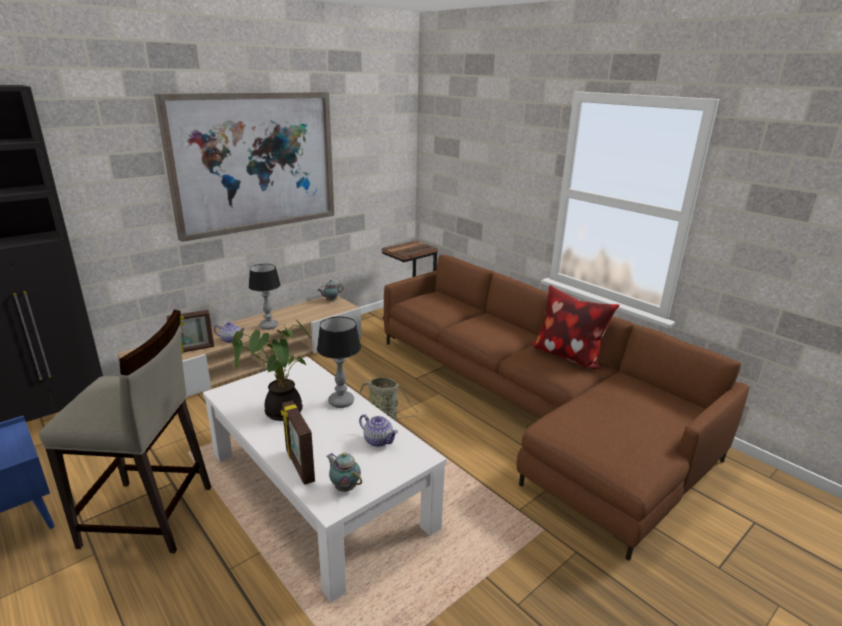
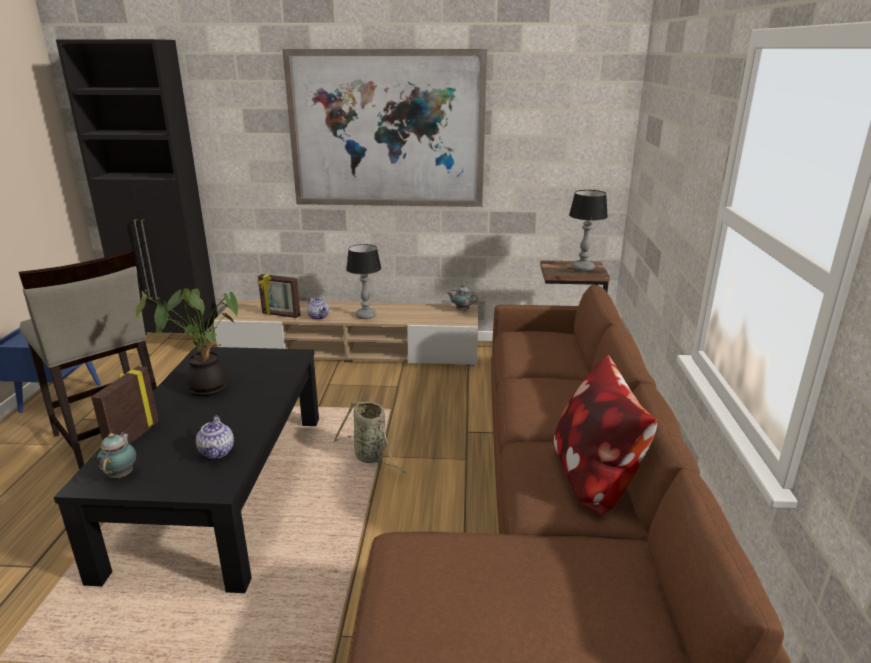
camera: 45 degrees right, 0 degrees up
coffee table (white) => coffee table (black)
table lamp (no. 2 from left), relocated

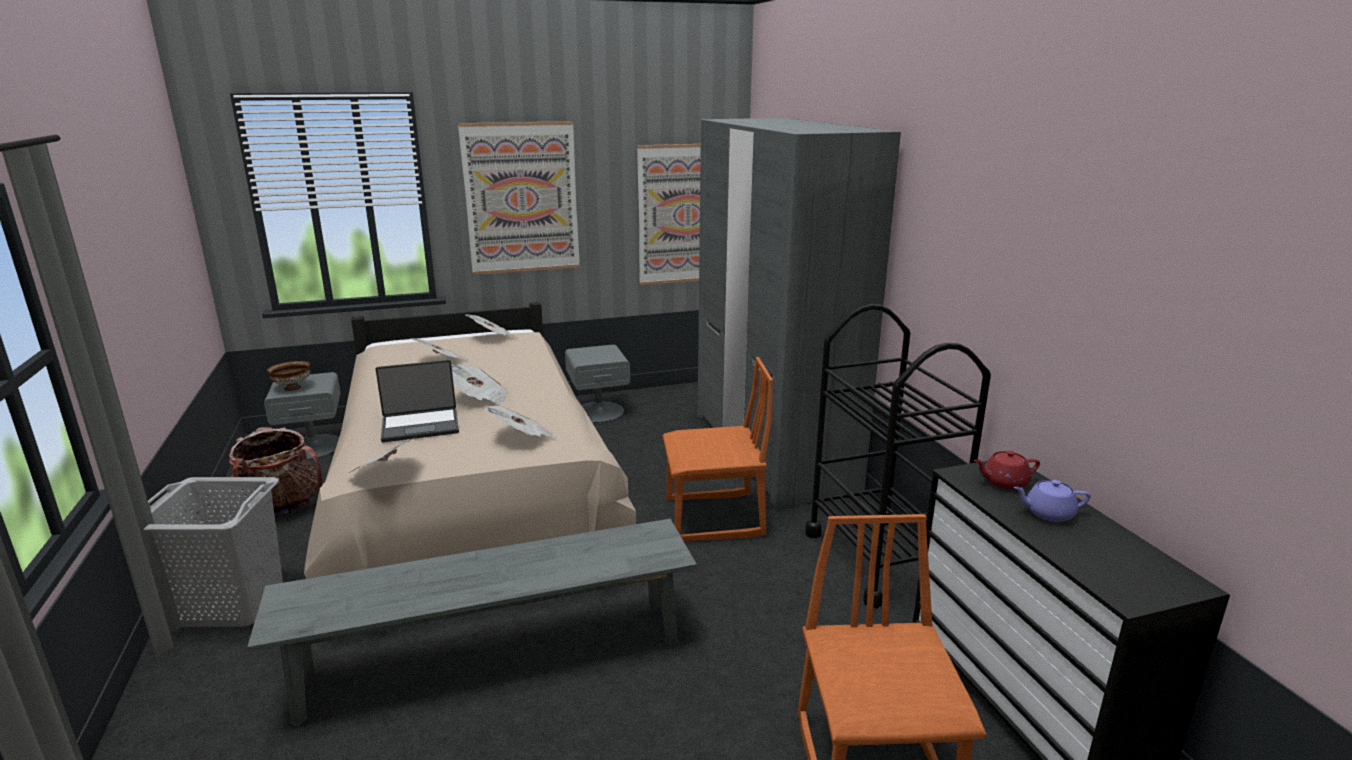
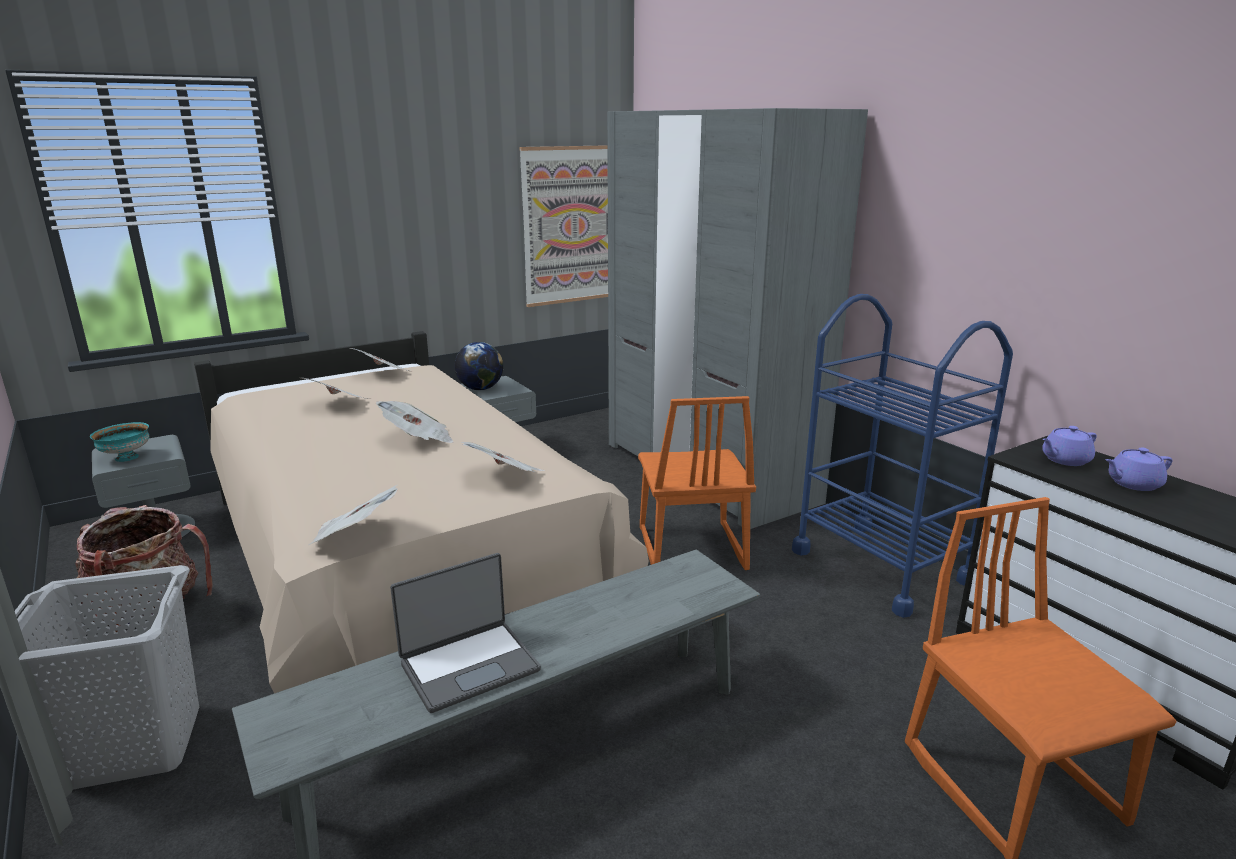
camera: 15 degrees left, 0 degrees up
bowl (brown) => bowl (turquoise)
laptop, relocated
picture (no. 1 from left) => nothing
chair (orange) (no. 1 from left), 105 degrees clockwise
cart (black) => cart (blue)
teapot (red) => teapot (purple) (no. 1 from left)
nothing => globe

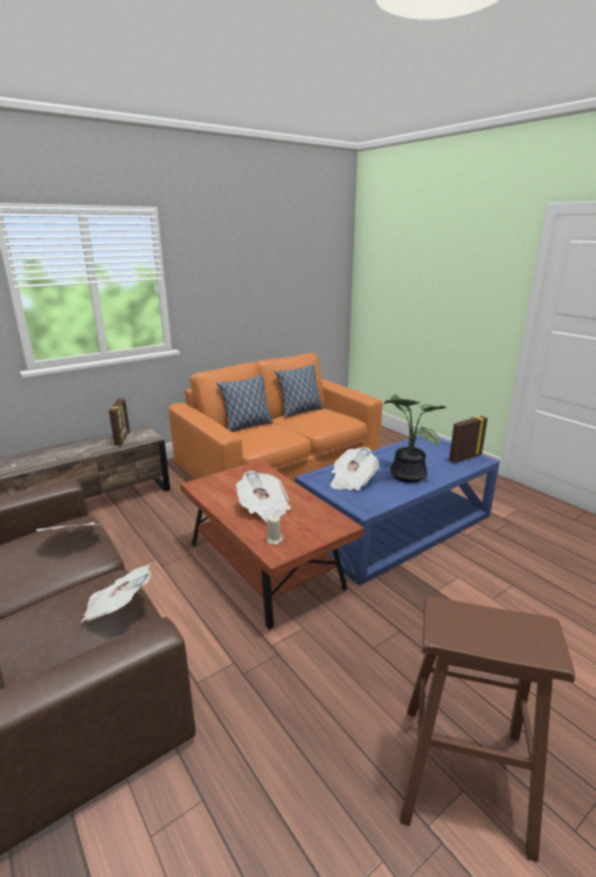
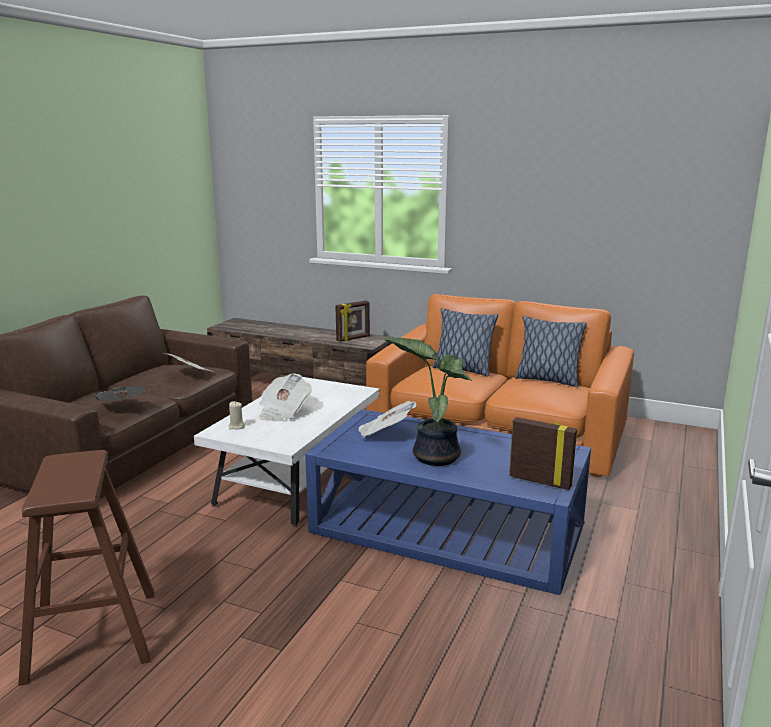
camera: 60 degrees right, 5 degrees down
coffee table (brown) => coffee table (white)

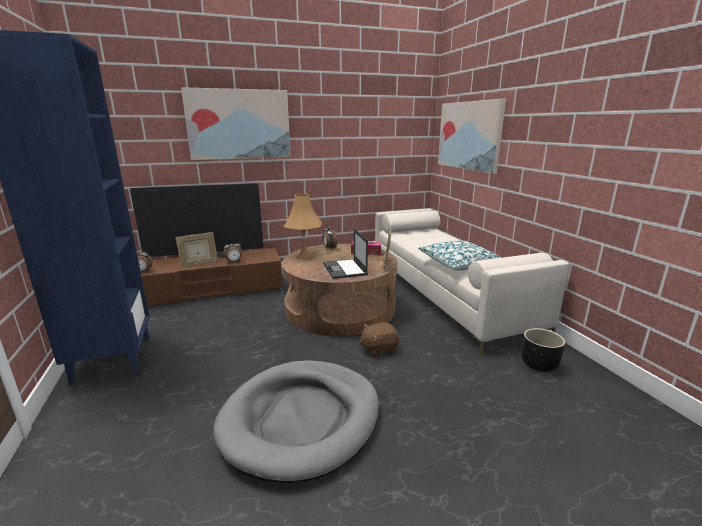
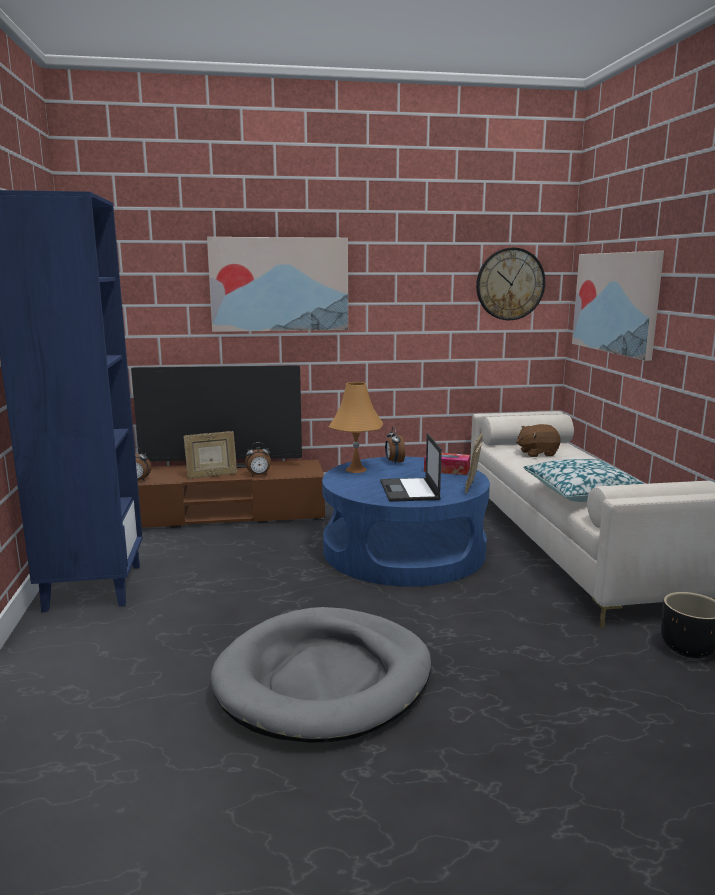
camera: 10 degrees right, 5 degrees down
coffee table (brown) => coffee table (blue)
plush toy (brown), relocated
nothing => wall clock

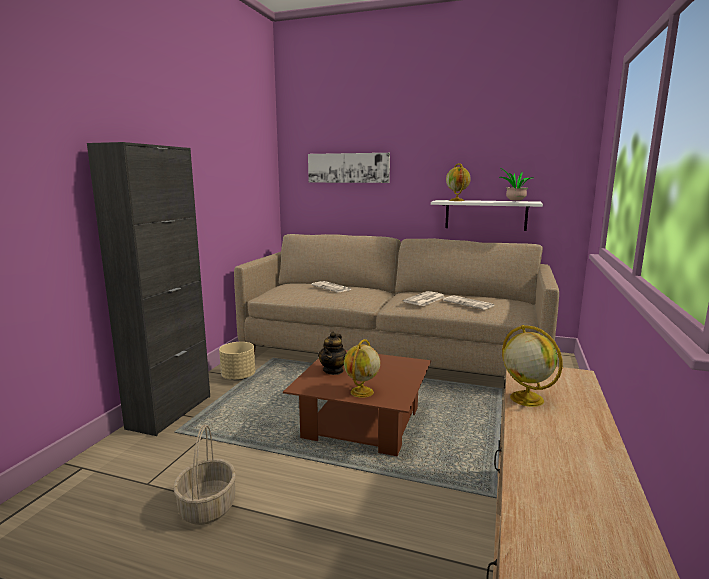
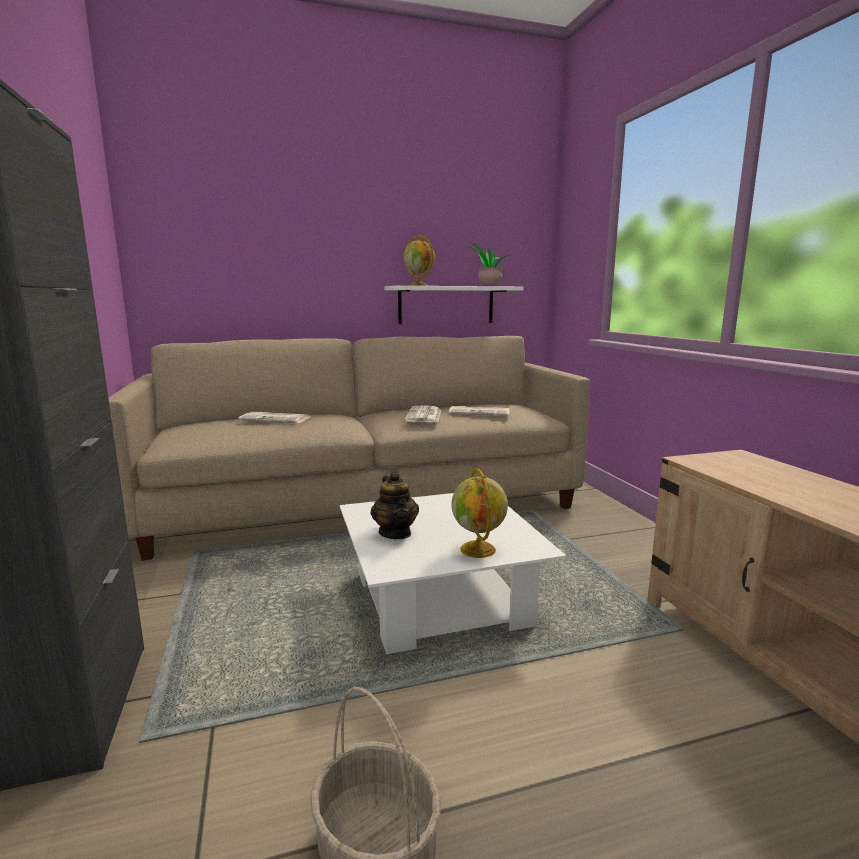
camera: 35 degrees left, 0 degrees up
planter (beige) => nothing
coffee table (brown) => coffee table (white)
picture => nothing
globe (no. 3 from left) => nothing

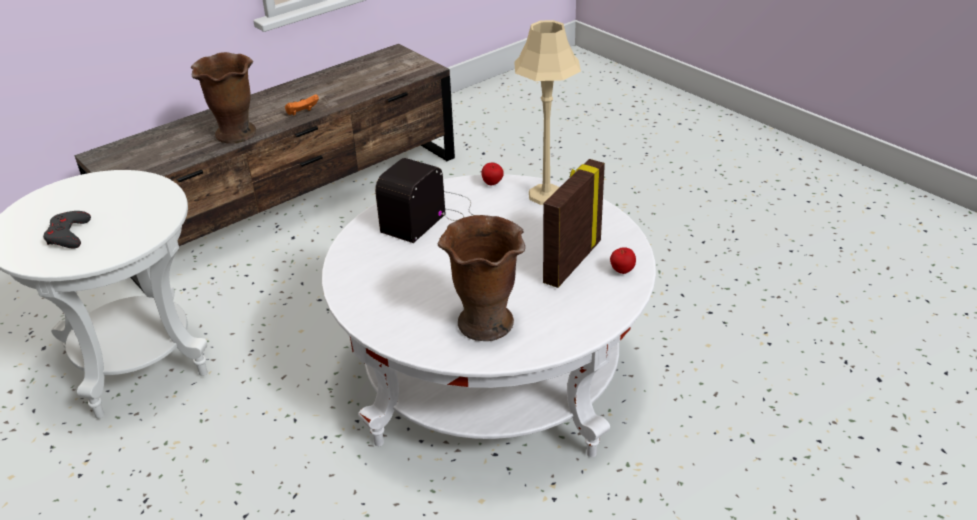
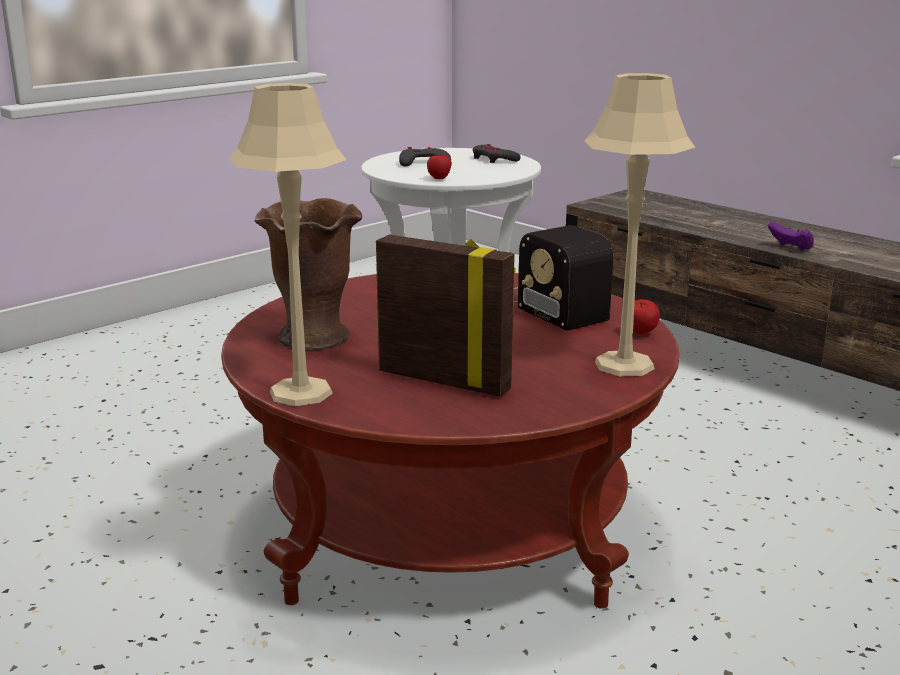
camera: 85 degrees right, 15 degrees down
vase (brown) (no. 1 from left) => nothing
game controller (orange) => game controller (purple)
coffee table (white) => coffee table (red)
radio, 150 degrees counterclockwise
apple (no. 2 from left in the first image) => apple (no. 1 from left), relocated
nothing => table lamp (beige) (no. 1 from left)
nothing => game controller (grey) (no. 2 from left)

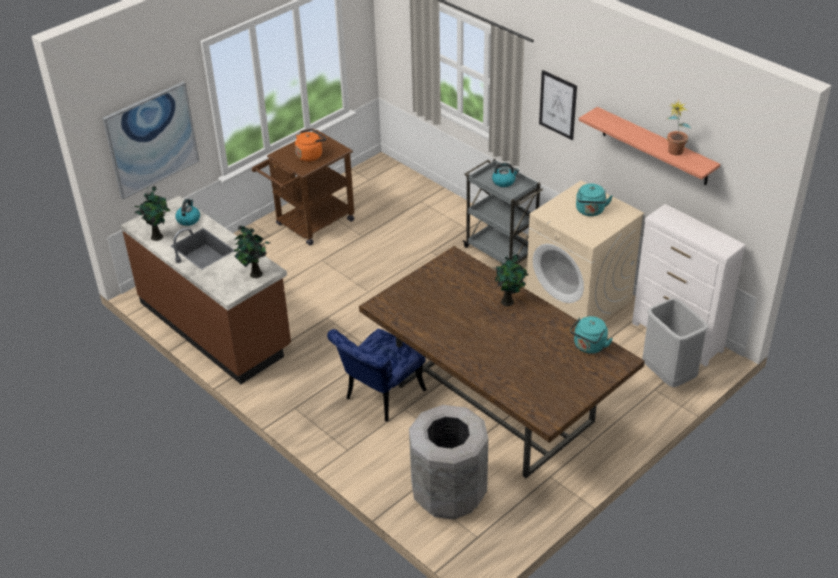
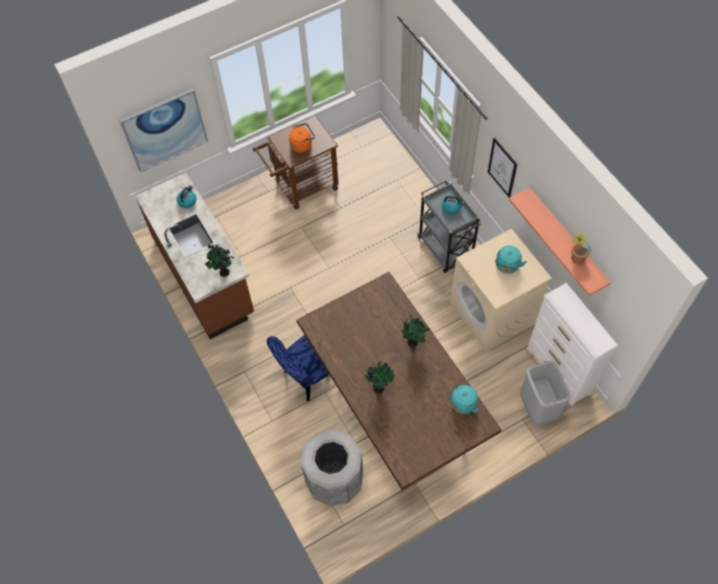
camera: 15 degrees right, 20 degrees up
potted plant (no. 1 from left in the first image) => potted plant (no. 2 from left), relocated

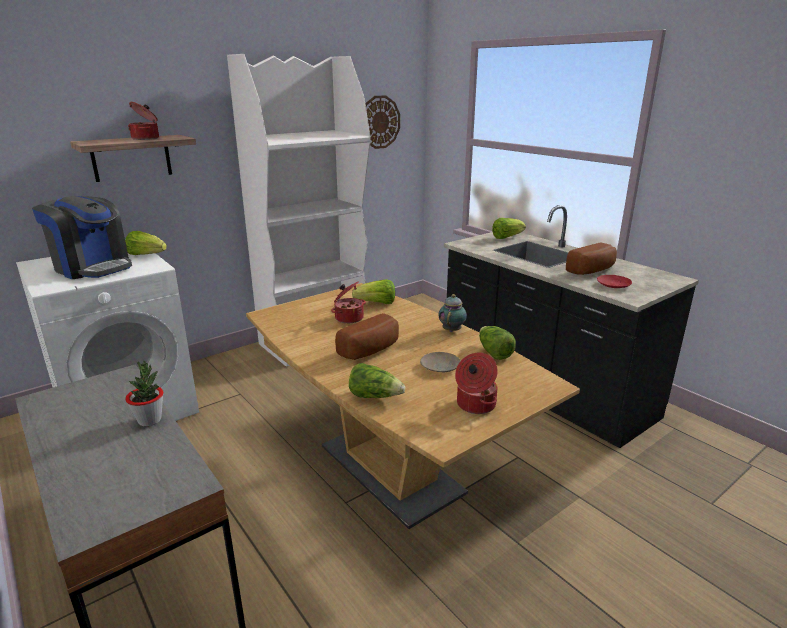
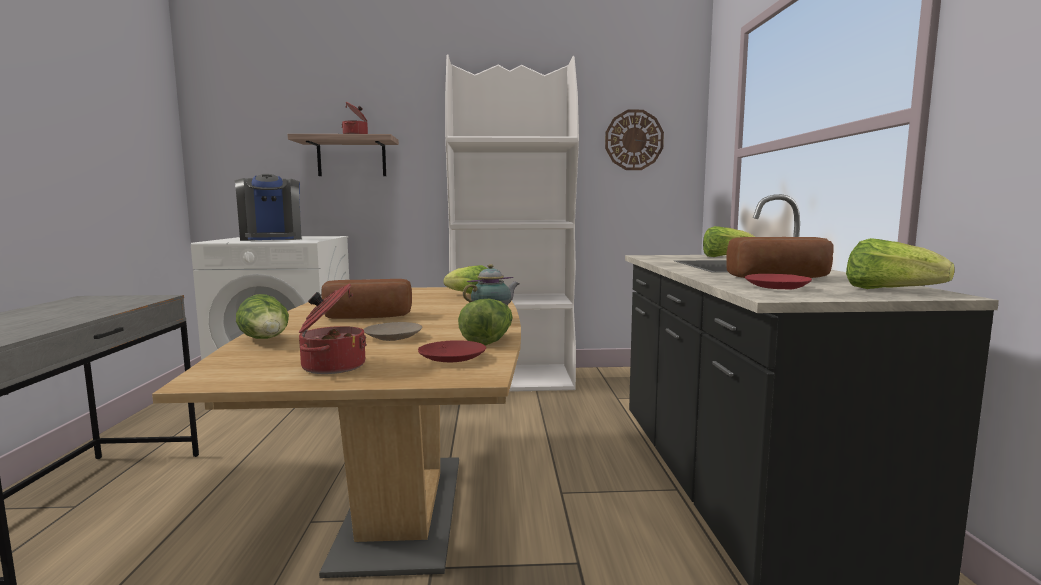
camera: 35 degrees right, 15 degrees down
lettuce (no. 1 from left in the first image) => lettuce (no. 5 from left), relocated
potted plant => nothing
cooking pot (no. 2 from left) => nothing
nothing => plate (red) (no. 1 from left)

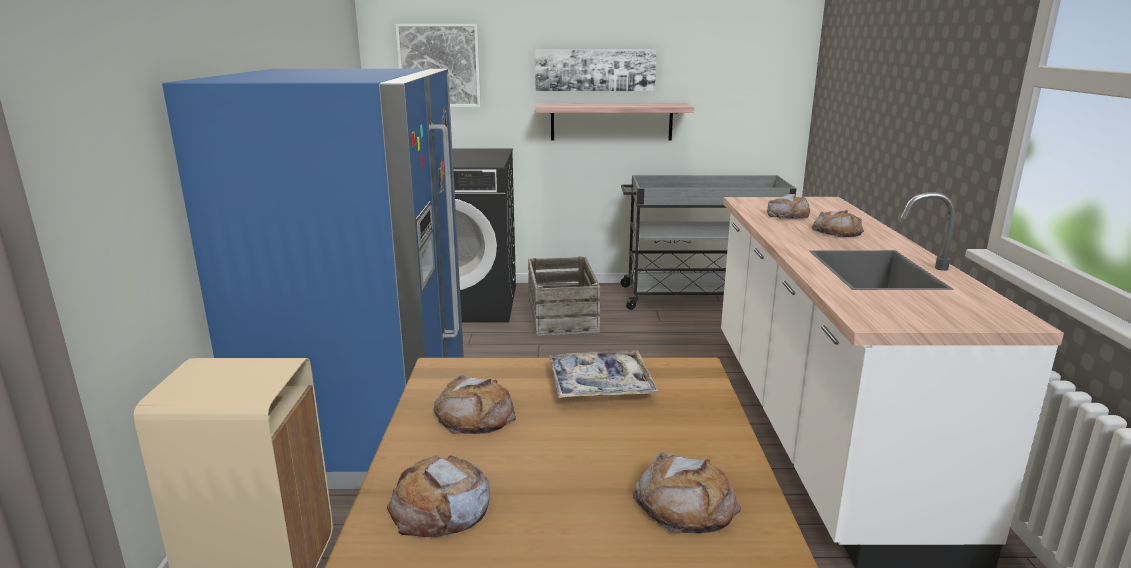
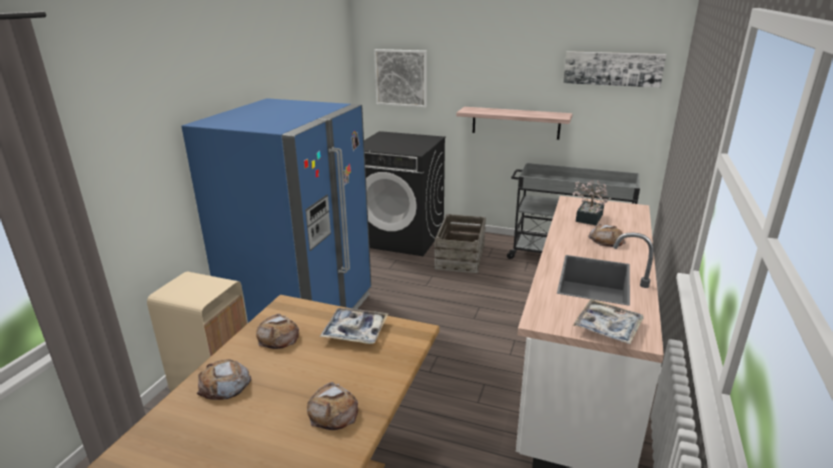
camera: 20 degrees right, 5 degrees up
picture (no. 2 from left), relocated
bread (no. 4 from left) => potted plant
nothing => tray (no. 2 from left)

